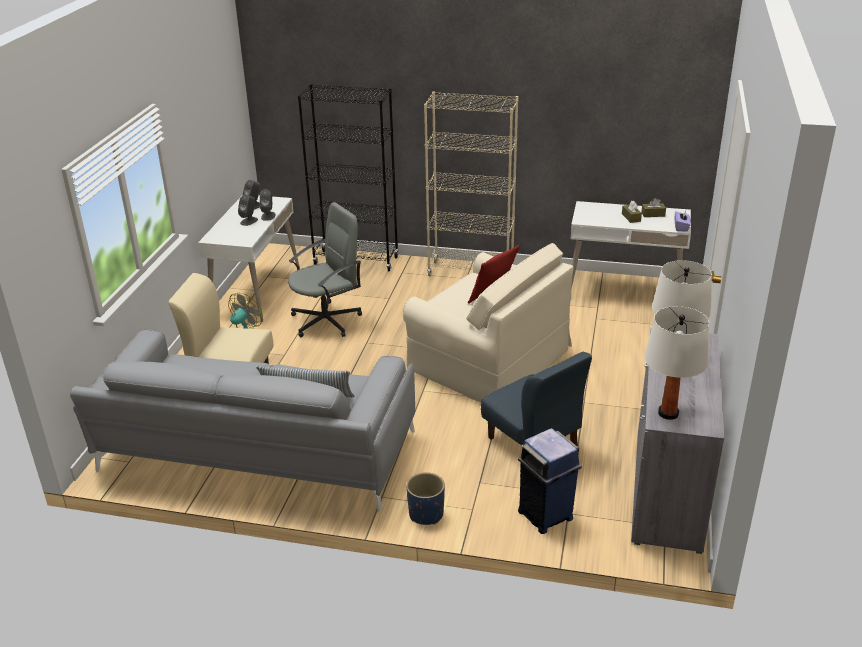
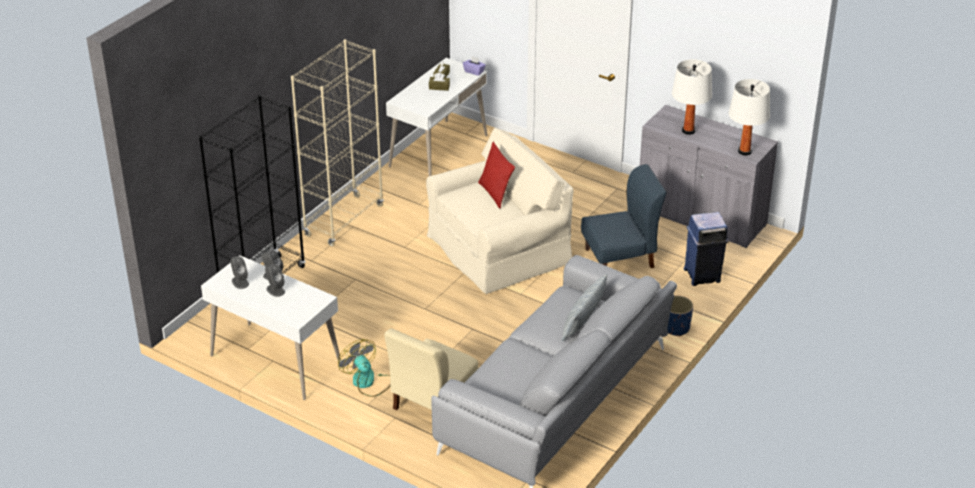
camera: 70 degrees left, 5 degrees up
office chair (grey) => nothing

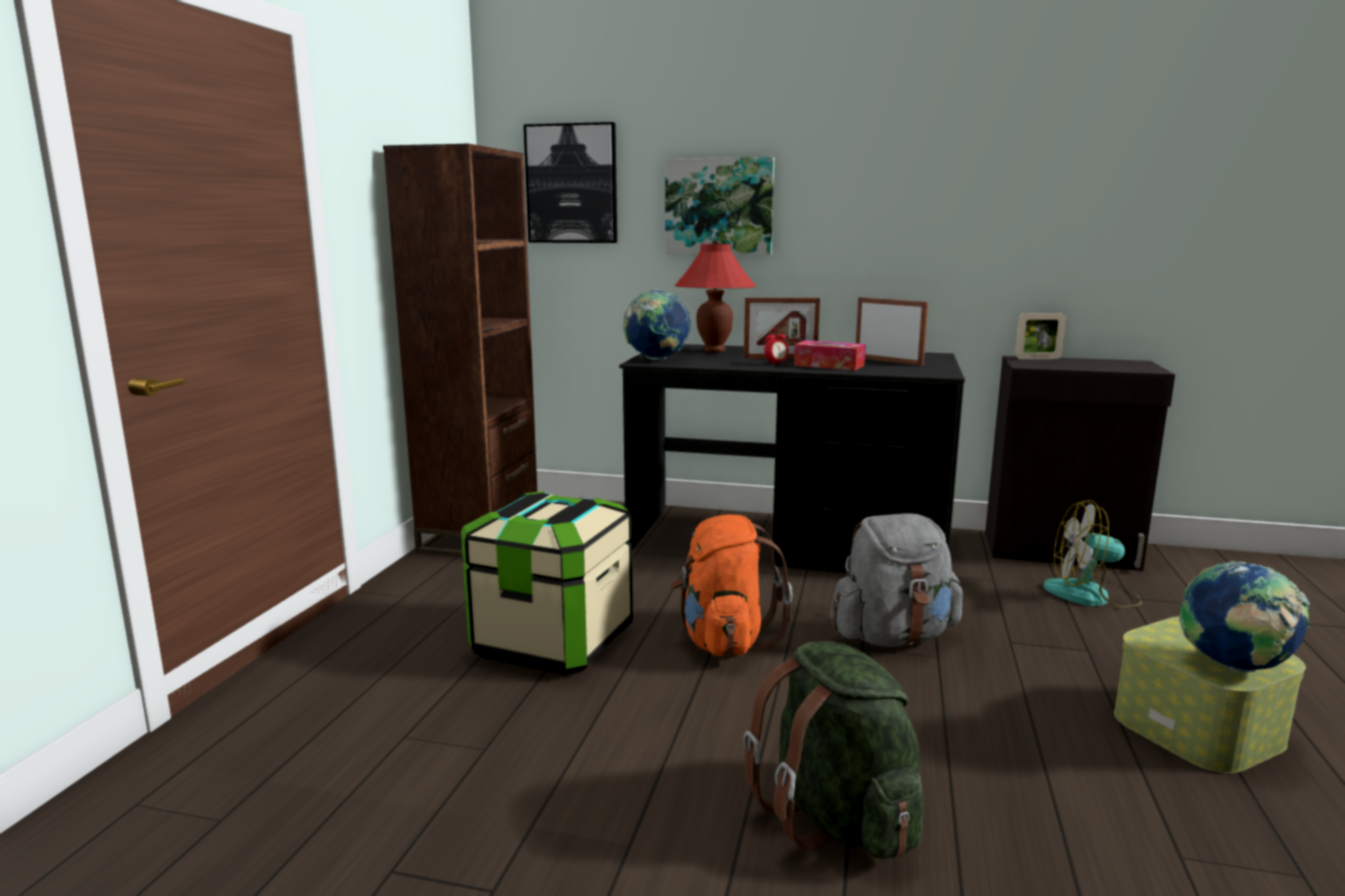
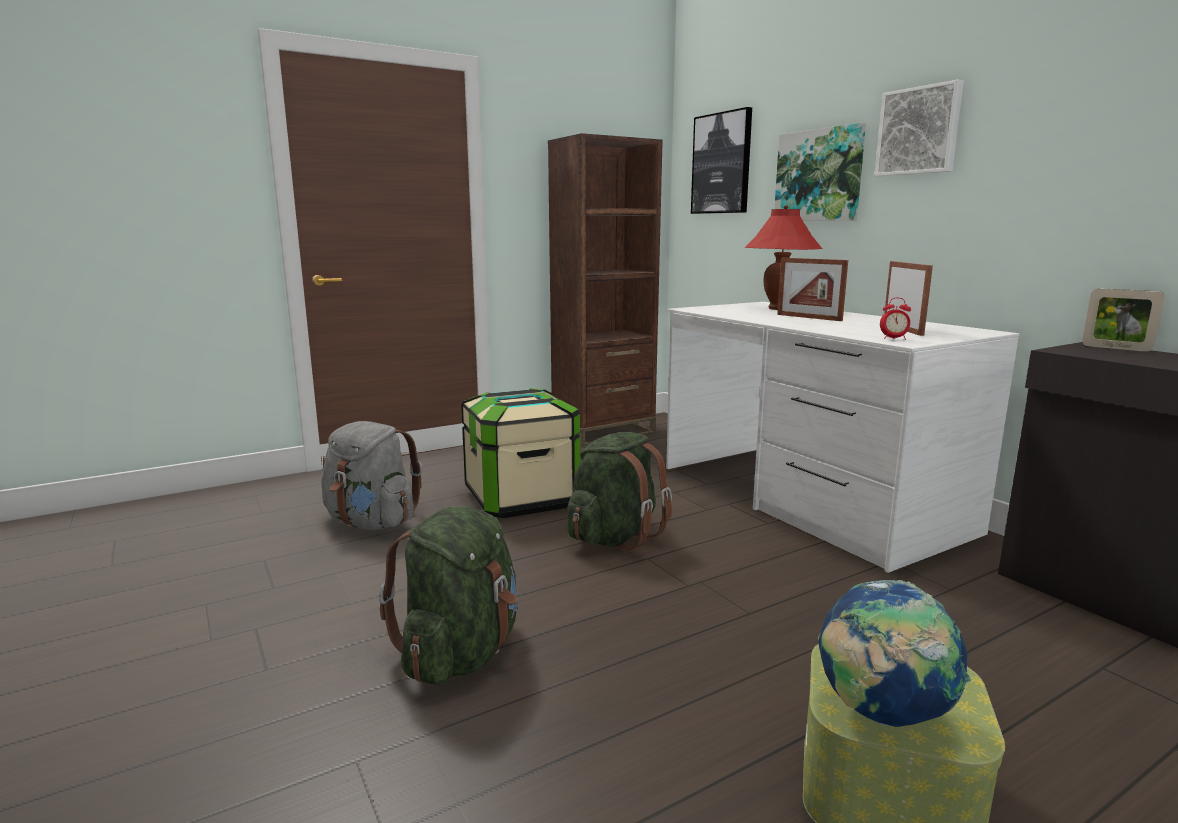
camera: 45 degrees right, 0 degrees up
desk (black) => desk (white)
globe (no. 1 from left) => nothing
backpack (orange) => backpack (green) (no. 2 from left)
alarm clock, relocated
tissue box => nothing
backpack (grey), relocated
fan => nothing
nothing => picture (no. 3 from left)

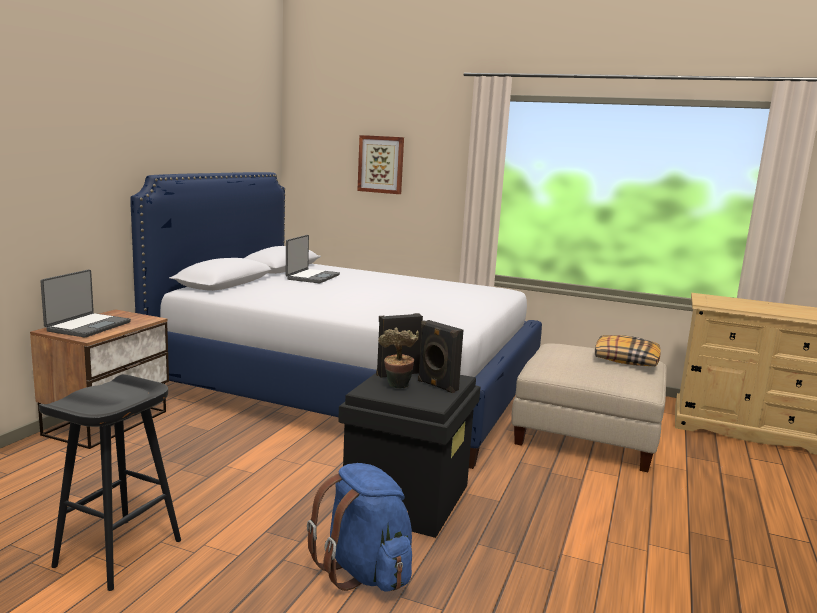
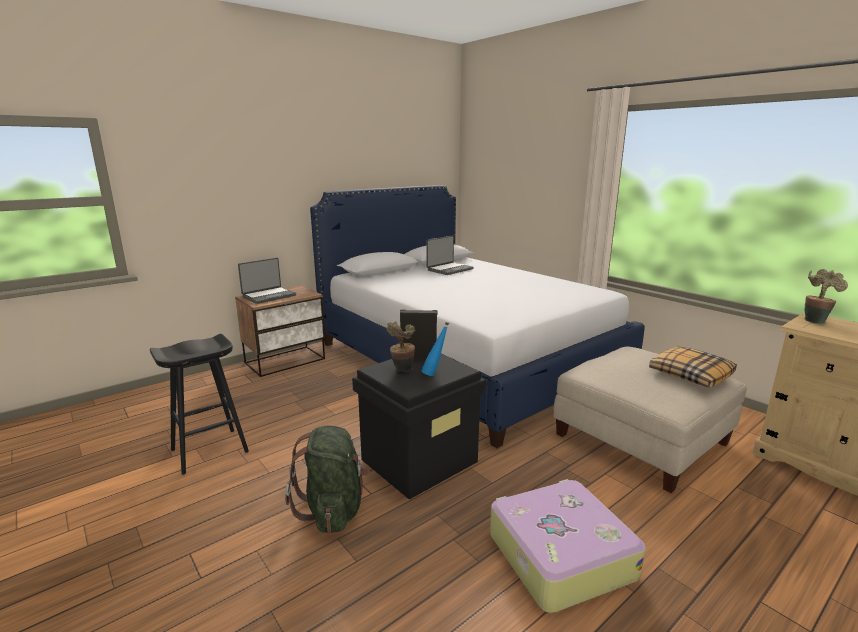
camera: 30 degrees right, 5 degrees up
backpack (blue) => backpack (green)
picture => nothing
speaker (black) (no. 2 from left) => bottle (blue)
nothing => suitcase
nothing => potted plant (no. 2 from left)

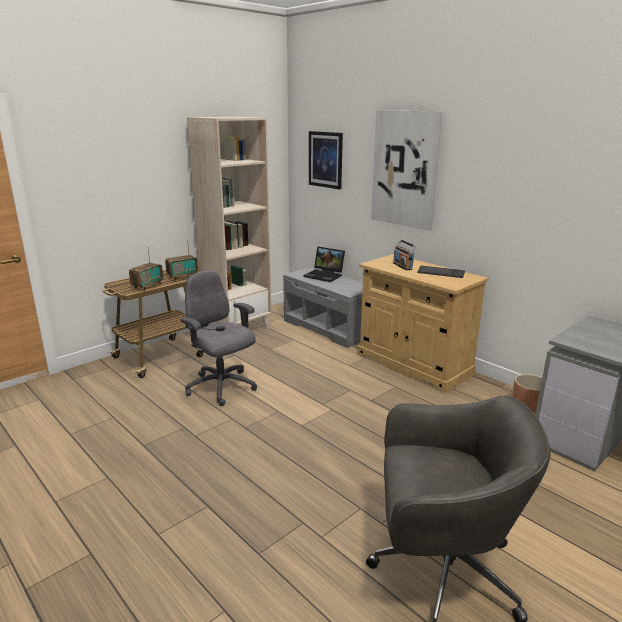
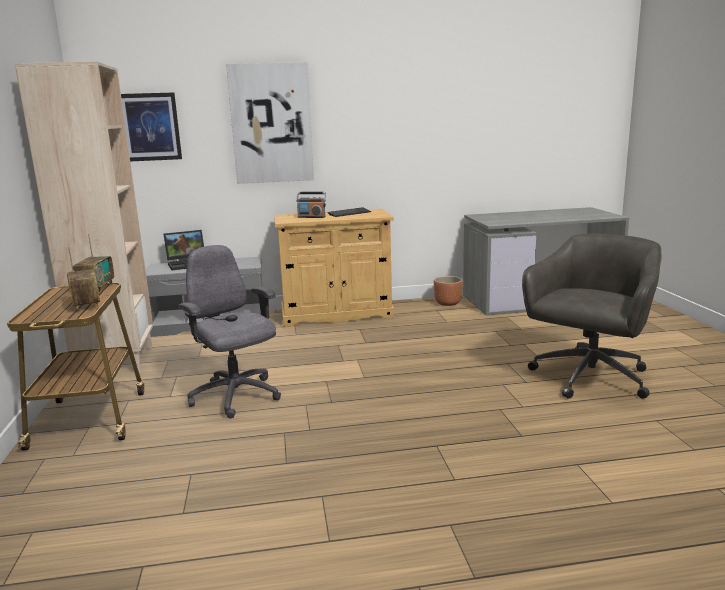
camera: 55 degrees left, 5 degrees down
office chair (grey) (no. 1 from left), 60 degrees clockwise

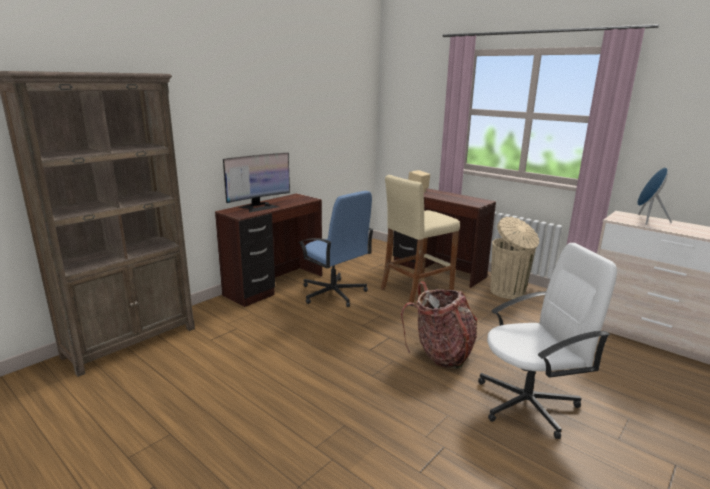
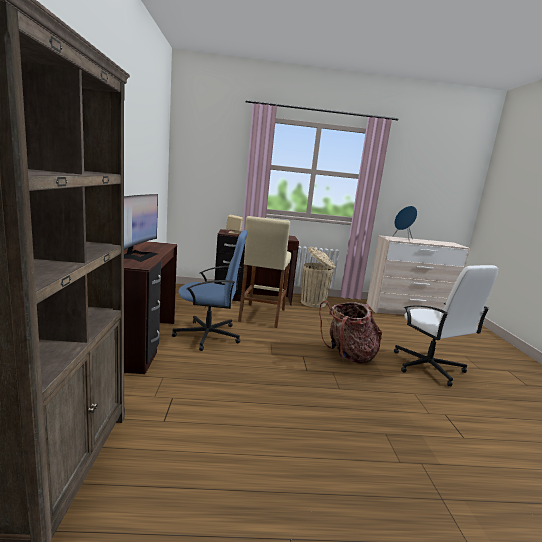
camera: 45 degrees left, 5 degrees down
office chair (white), 120 degrees clockwise

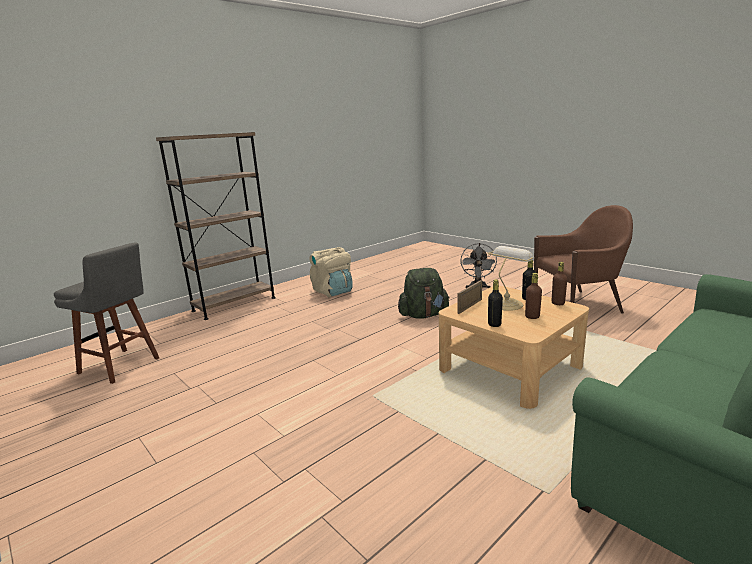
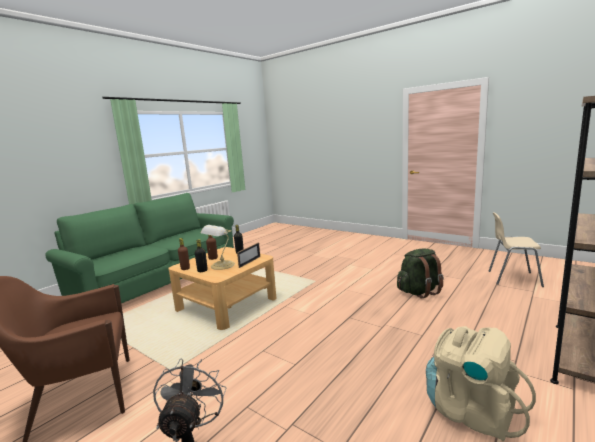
camera: 170 degrees right, 5 degrees down
stool (grey) => chair (beige)
backpack (green), relocated

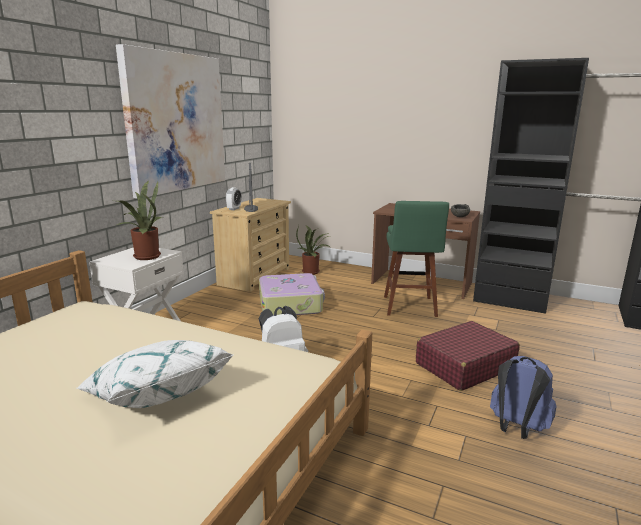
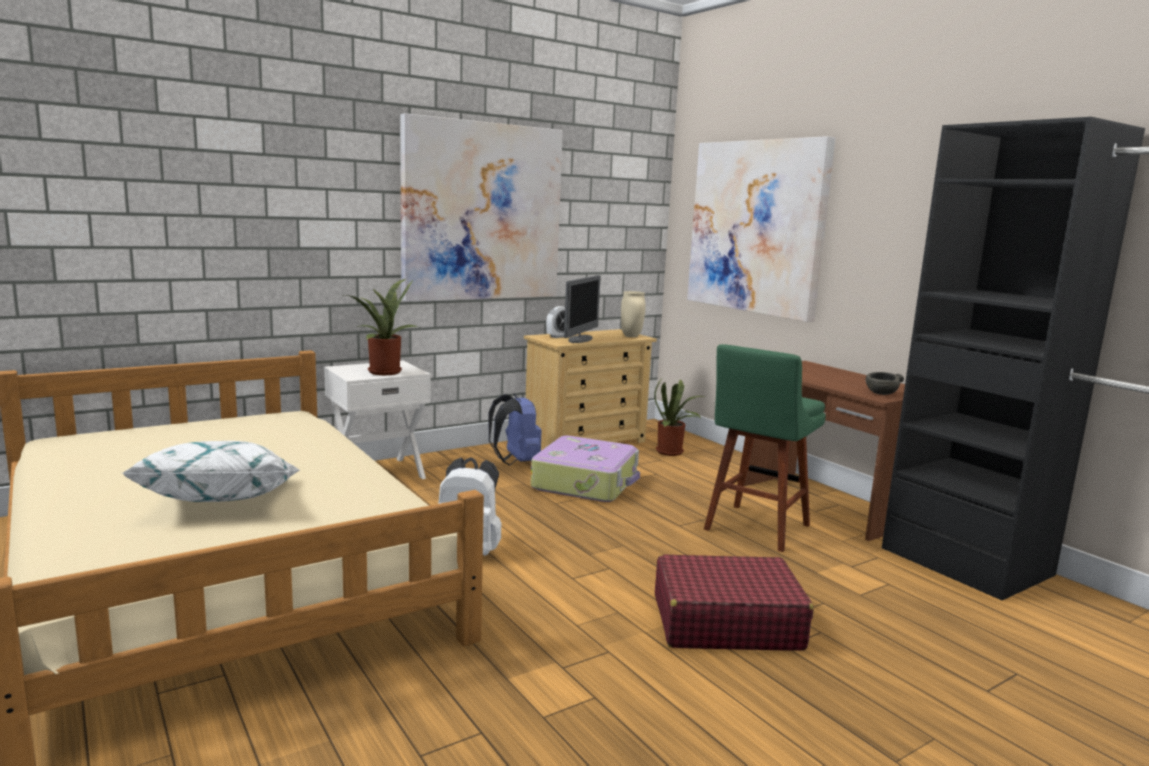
camera: 30 degrees right, 5 degrees down
backpack (blue), relocated
nothing => vase (beige)
nothing => picture (no. 2 from left)

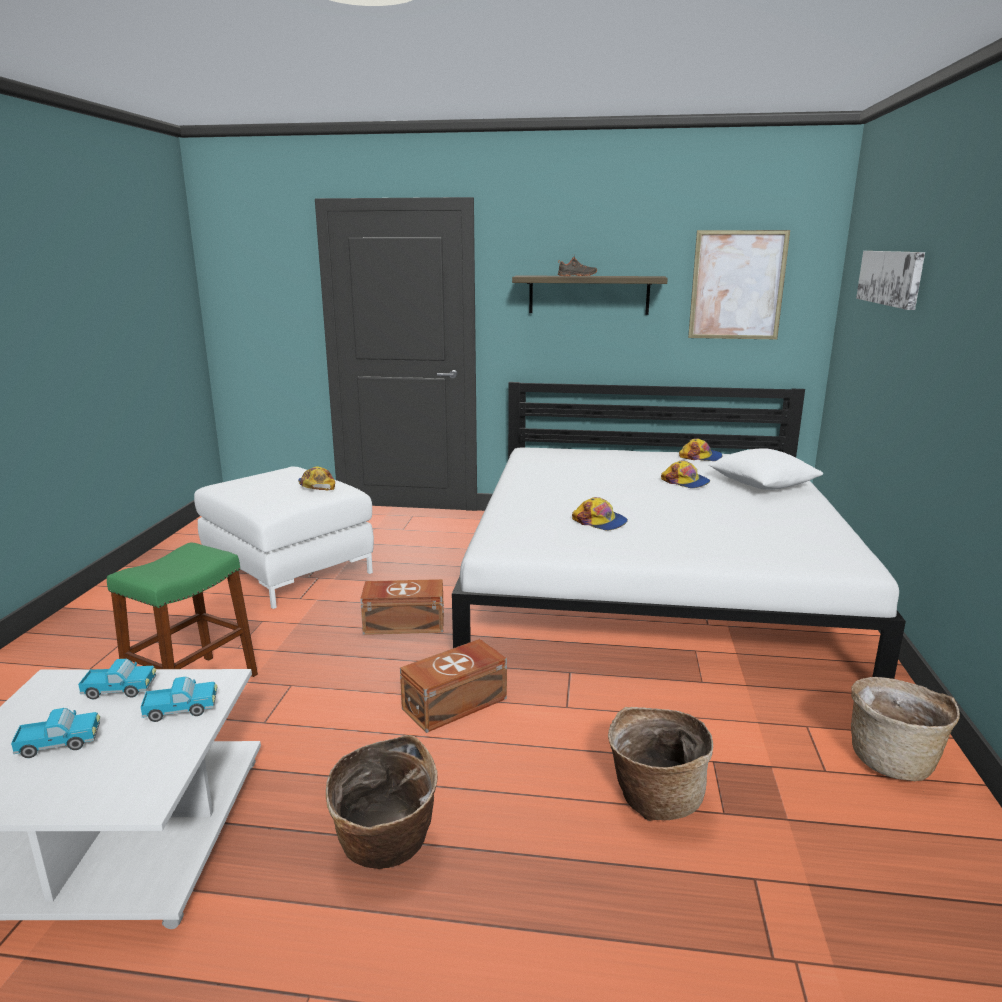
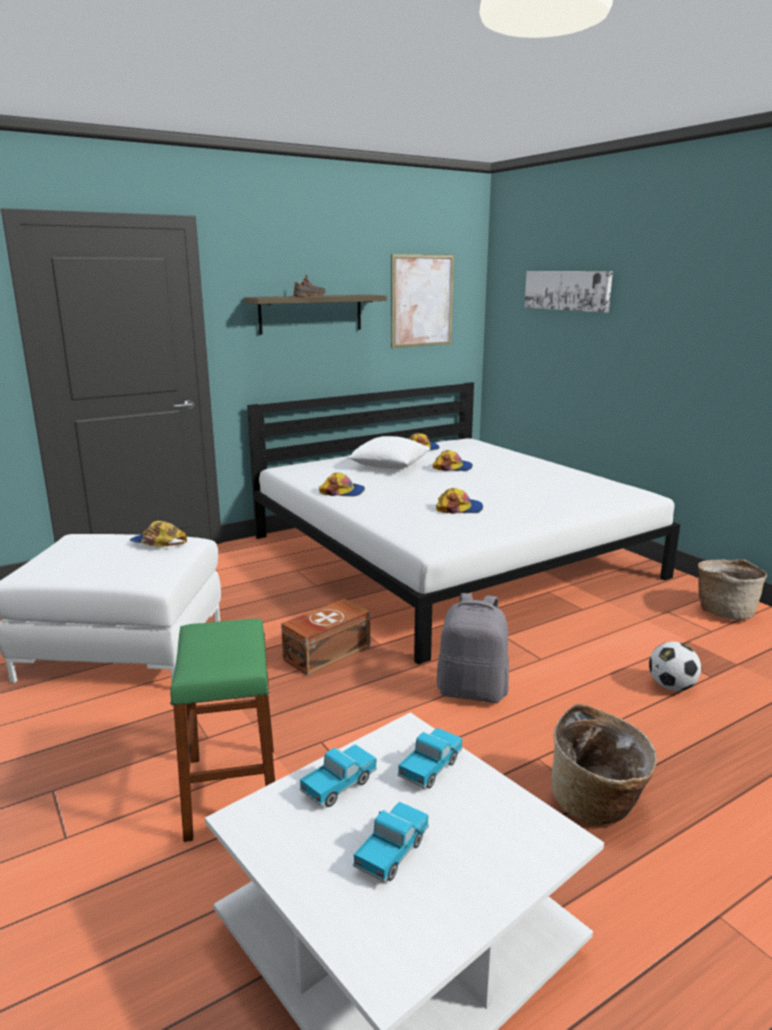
camera: 40 degrees left, 0 degrees up
storage box (brown) (no. 2 from left) => backpack (grey)
basket (no. 2 from left) => football
pillow (white), relocated
nothing => cap (no. 2 from left)

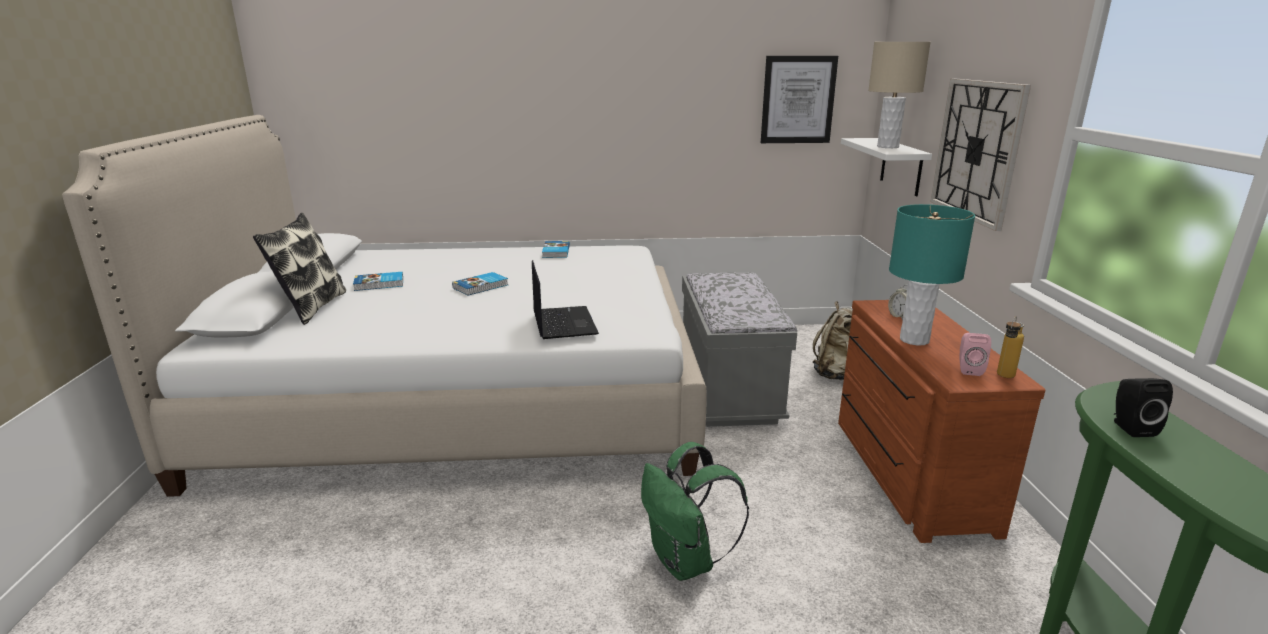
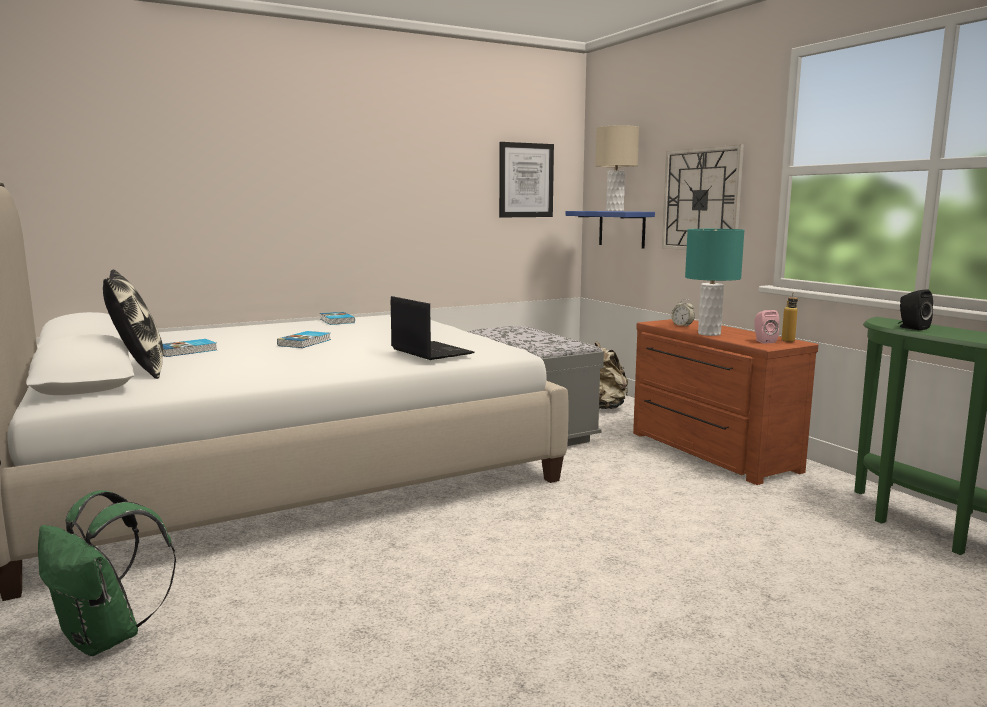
camera: 25 degrees left, 10 degrees down
backpack (green), relocated
shelf (white) => shelf (blue)

